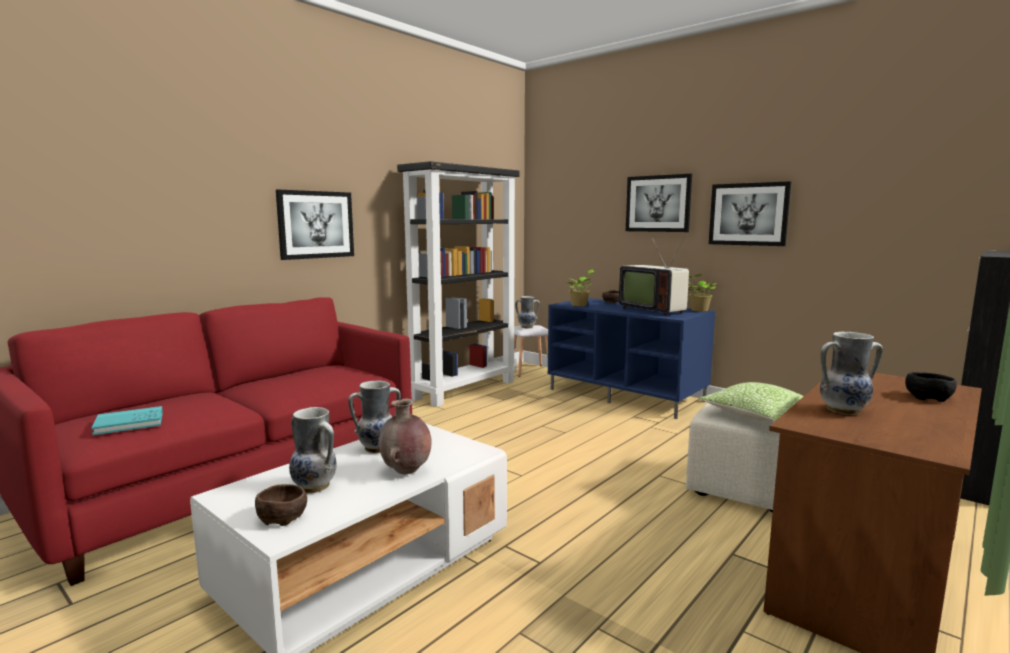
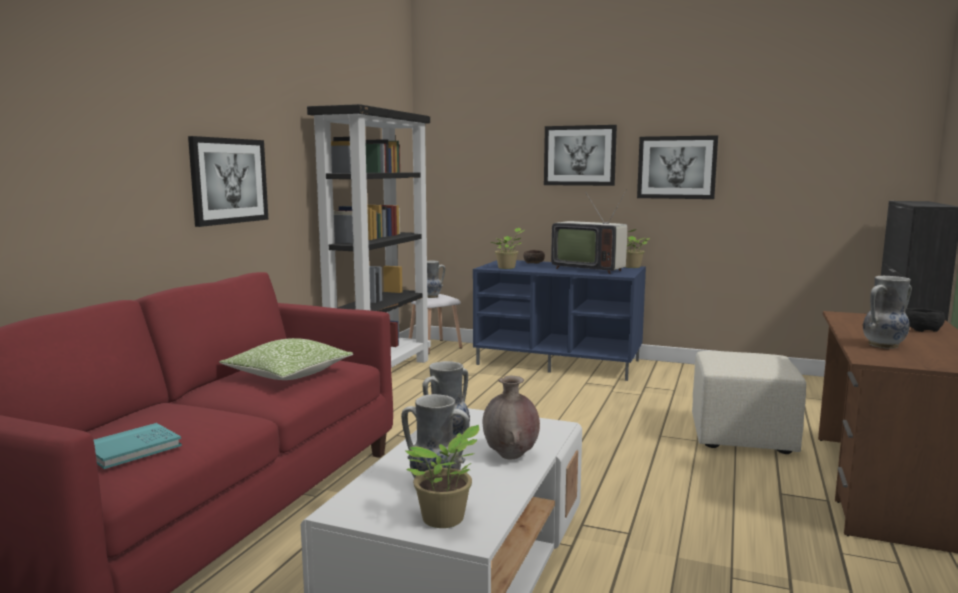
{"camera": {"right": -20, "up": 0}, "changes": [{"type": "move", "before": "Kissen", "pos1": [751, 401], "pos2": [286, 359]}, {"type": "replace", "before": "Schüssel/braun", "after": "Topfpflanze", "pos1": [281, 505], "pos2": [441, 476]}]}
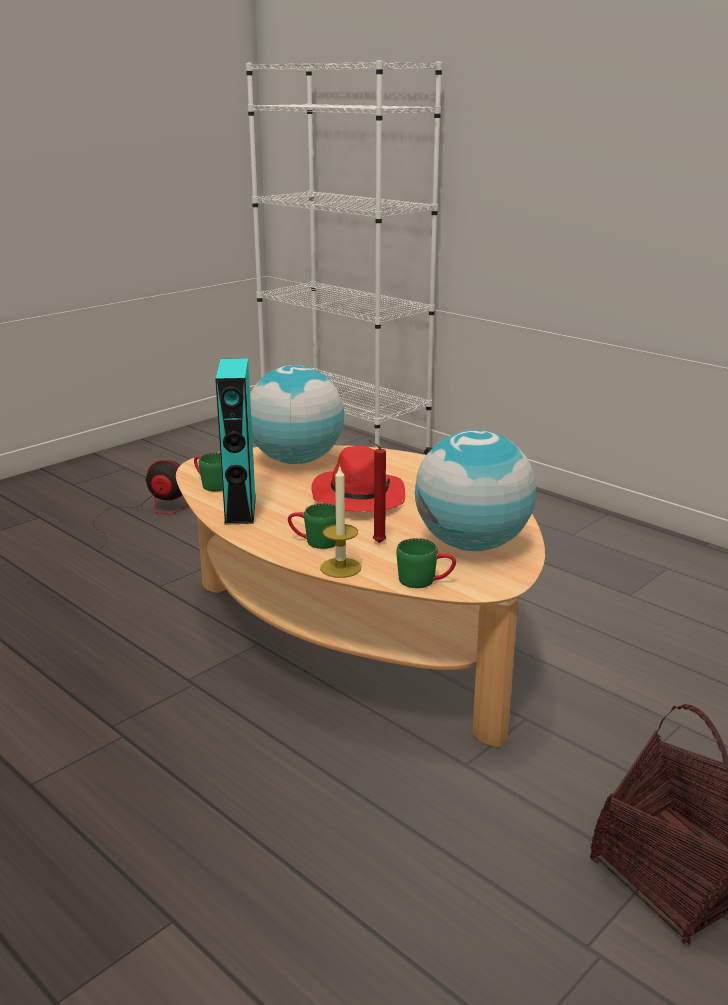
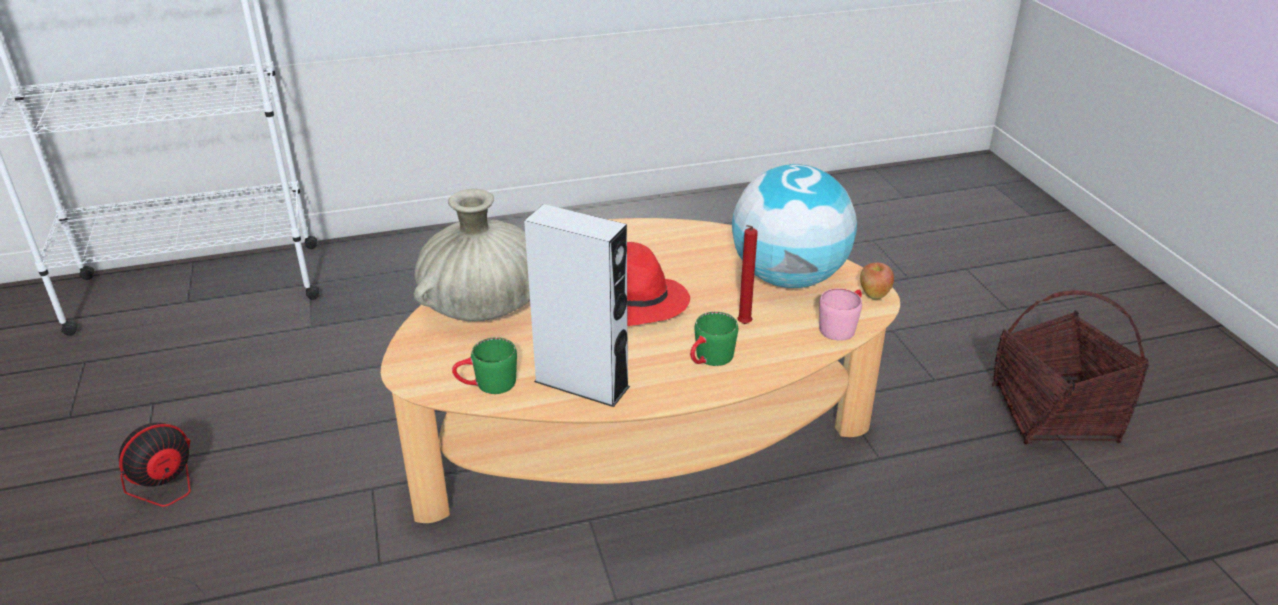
{"camera": {"right": -60, "up": 10}, "changes": [{"type": "recolor", "before": "Lautsprecher/türkis", "after": "Lautsprecher/grau", "pos1": [235, 441], "pos2": [577, 305]}, {"type": "replace", "before": "Globus", "after": "Vase/beige", "pos1": [297, 414], "pos2": [472, 255]}, {"type": "delete", "before": "Kerze", "pos1": [340, 521]}, {"type": "recolor", "before": "Henkelbecher/grün", "after": "Henkelbecher/rosa", "pos1": [426, 563], "pos2": [840, 314]}, {"type": "insert", "after": "Apfel", "pos2": [877, 280]}]}
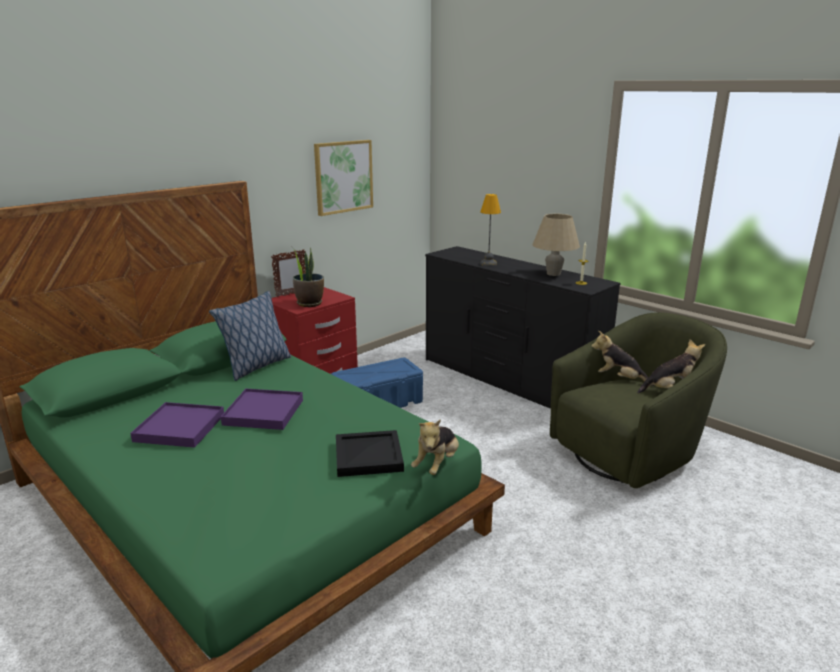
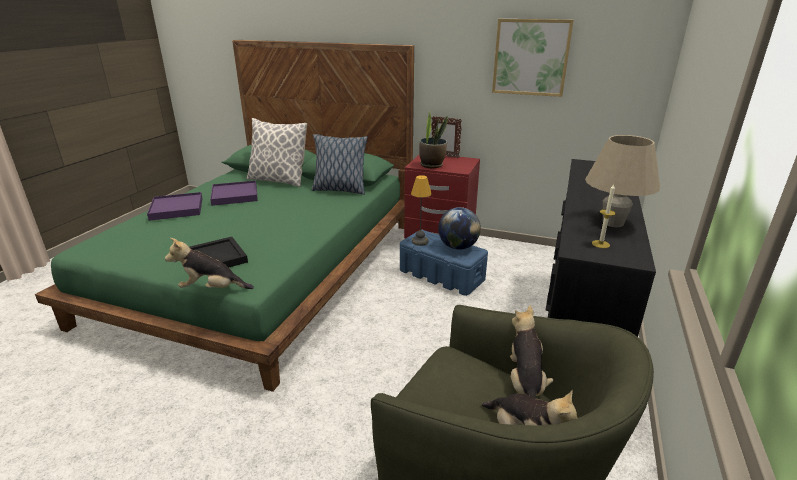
{"camera": {"right": 65, "up": 5}, "changes": [{"type": "move", "before": "Tischlampe", "pos1": [490, 230], "pos2": [421, 210]}, {"type": "move", "before": "Tablett/lila", "pos1": [262, 409], "pos2": [175, 206]}, {"type": "insert", "after": "Kissen", "pos2": [277, 152]}, {"type": "insert", "after": "Globus", "pos2": [459, 228]}]}
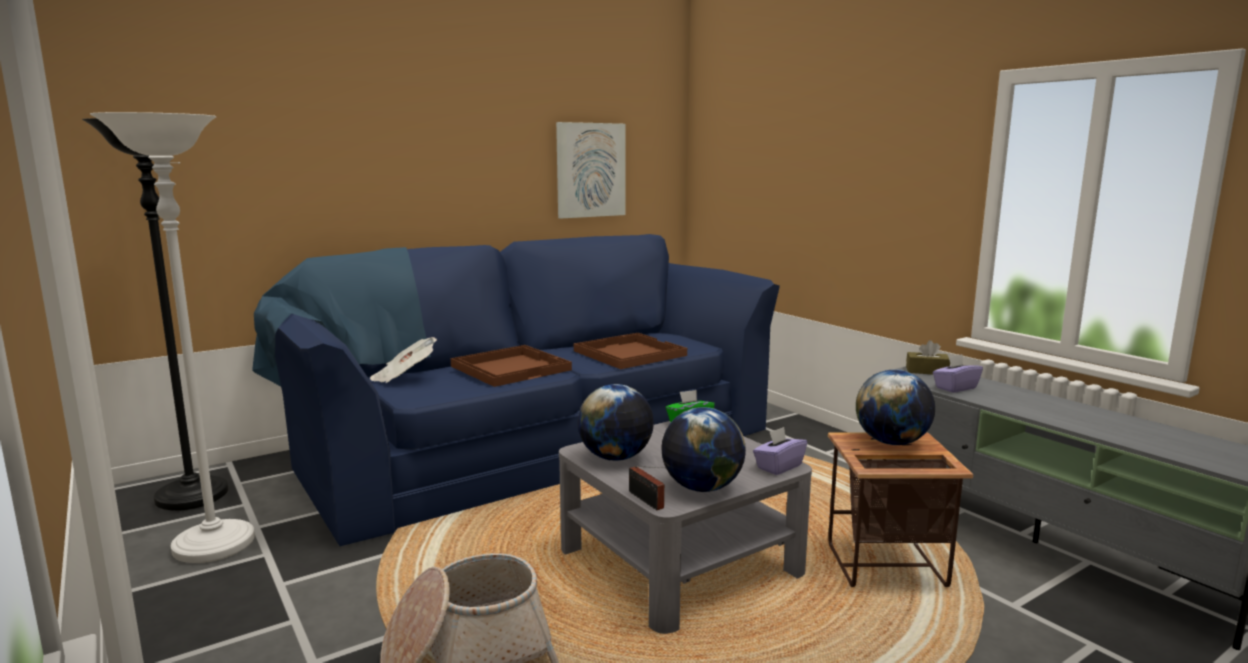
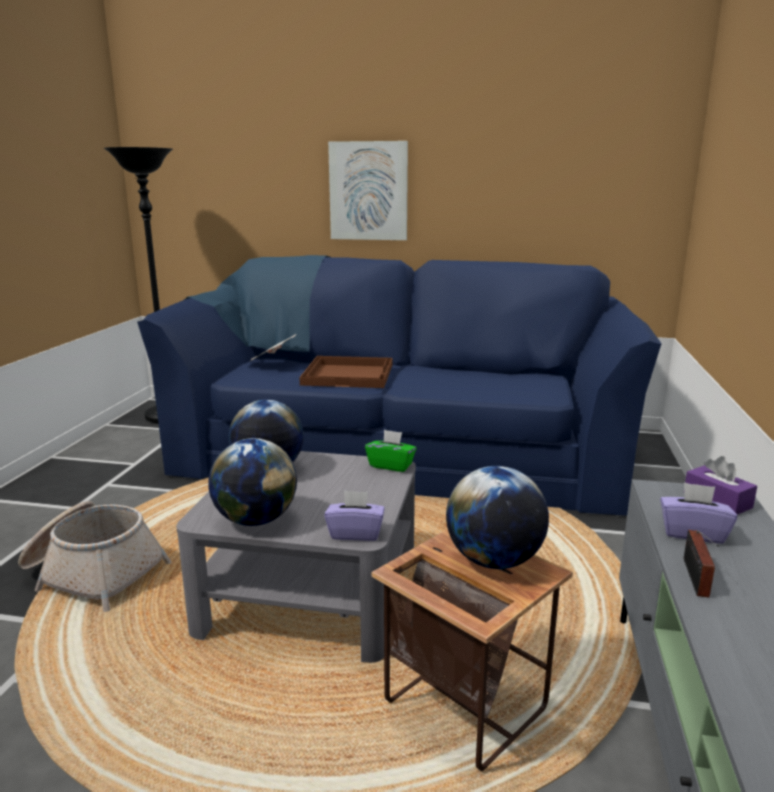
{"camera": {"right": 45, "up": 5}, "changes": [{"type": "delete", "before": "Stehlampe/weiß", "pos1": [172, 337]}, {"type": "move", "before": "Bild", "pos1": [590, 170], "pos2": [368, 190]}, {"type": "delete", "before": "Tablett/braun", "pos1": [630, 351]}, {"type": "recolor", "before": "Taschentuchbox/braun", "after": "Taschentuchbox/lila", "pos1": [928, 357], "pos2": [721, 485]}, {"type": "move", "before": "Radio", "pos1": [648, 488], "pos2": [701, 563]}]}
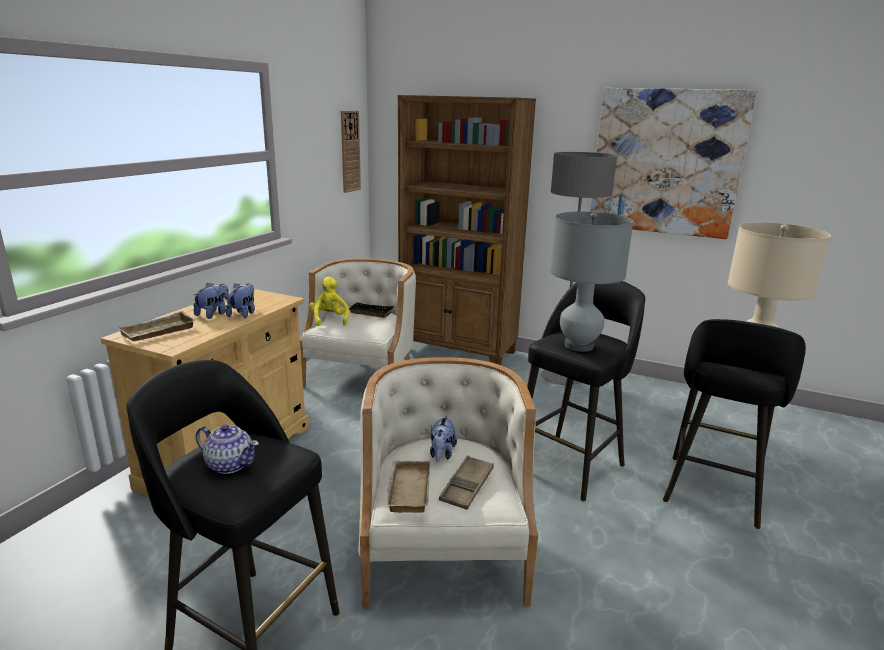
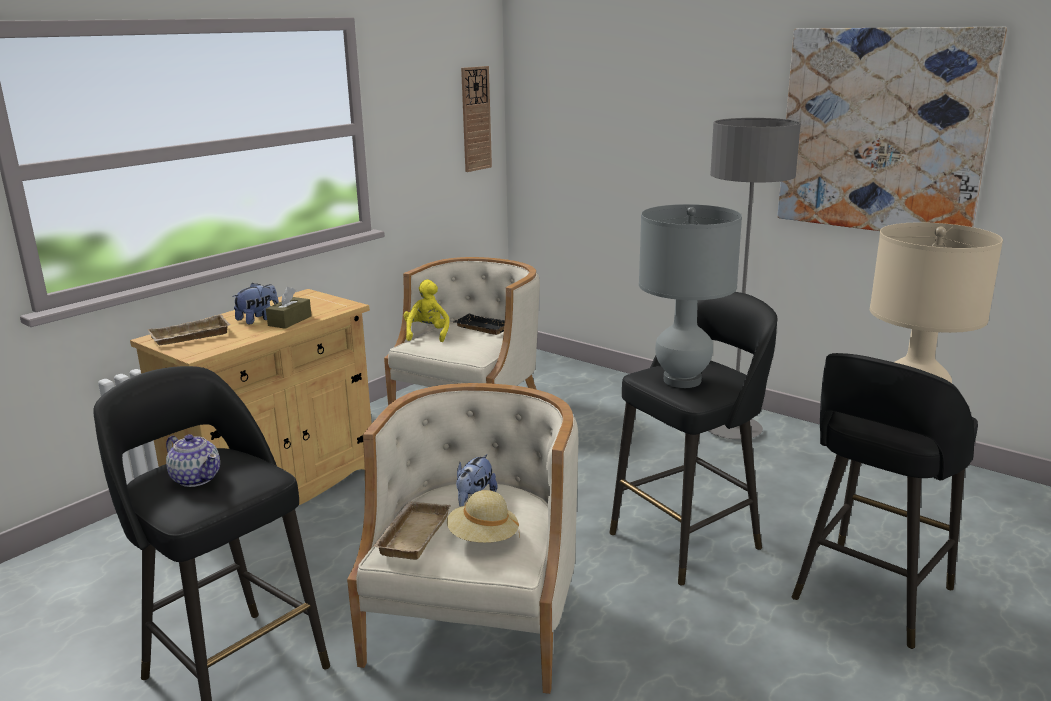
{"camera": {"right": 15, "up": 0}, "changes": [{"type": "delete", "before": "Bücherregal/braun", "pos1": [467, 230]}, {"type": "replace", "before": "Plüschtier", "after": "Taschentuchbox/braun", "pos1": [240, 301], "pos2": [289, 308]}, {"type": "replace", "before": "Tablett/braun", "after": "Hut/beige", "pos1": [466, 483], "pos2": [483, 516]}]}
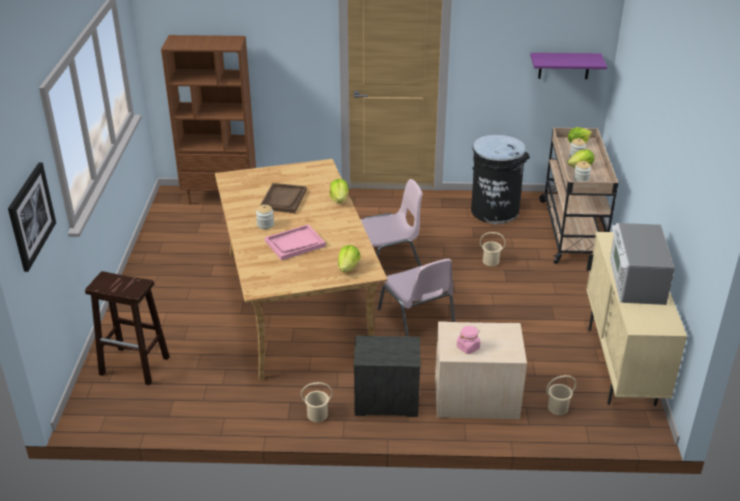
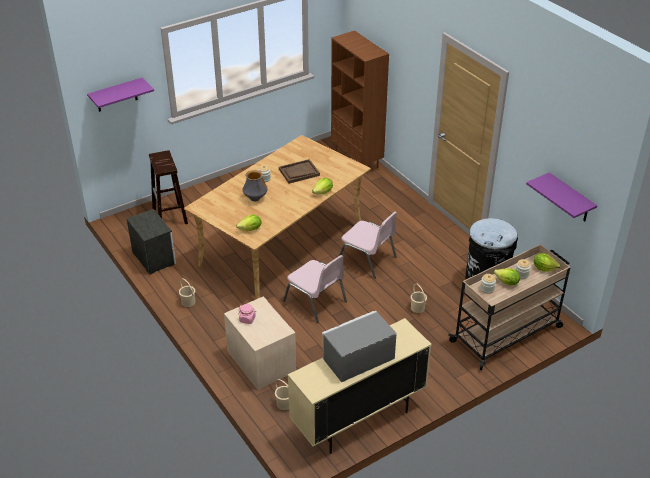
{"camera": {"right": 55, "up": 5}, "changes": [{"type": "replace", "before": "Bild", "after": "Wandregal/lila", "pos1": [32, 217], "pos2": [120, 95]}, {"type": "replace", "before": "Tablett/rosa", "after": "Vase", "pos1": [295, 243], "pos2": [255, 185]}, {"type": "rotate", "before": "Stuhl/rosa", "pos1": [416, 298], "pos2": [315, 289], "turn": -75}, {"type": "move", "before": "Nachttisch", "pos1": [387, 376], "pos2": [151, 242]}]}
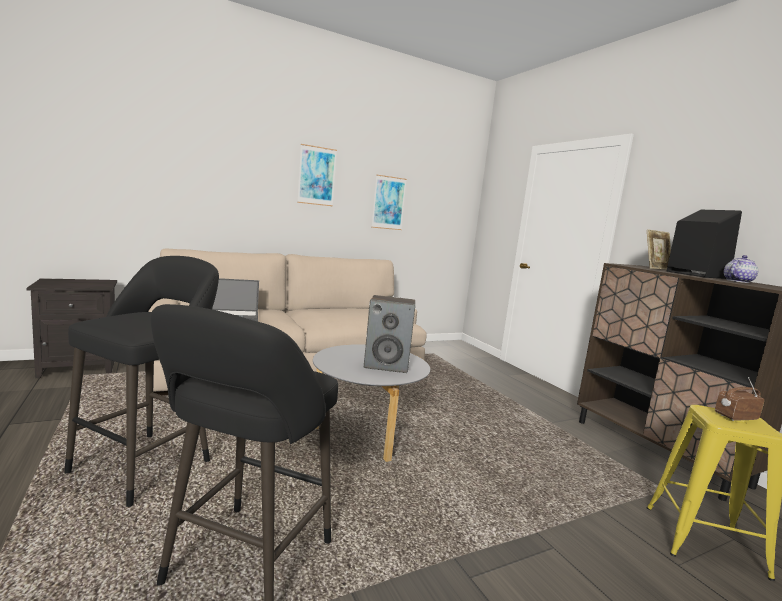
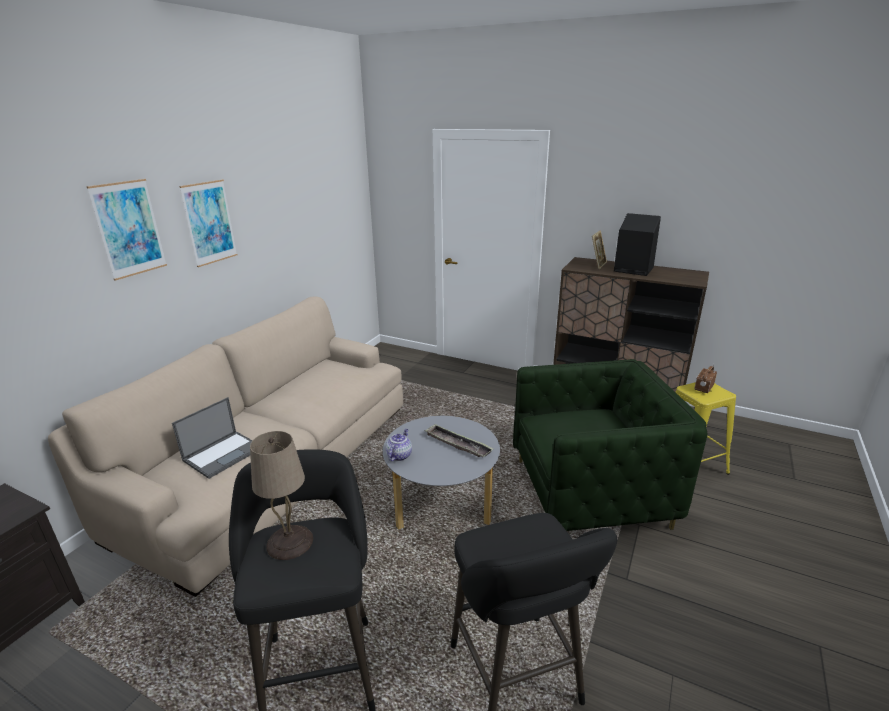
{"camera": {"right": -35, "up": 15}, "changes": [{"type": "move", "before": "Bild", "pos1": [389, 202], "pos2": [126, 230]}, {"type": "move", "before": "Teekanne", "pos1": [741, 269], "pos2": [399, 445]}, {"type": "replace", "before": "Lautsprecher", "after": "Tablett", "pos1": [389, 334], "pos2": [459, 440]}, {"type": "insert", "after": "Sessel/grün", "pos2": [610, 445]}, {"type": "insert", "after": "Tischlampe/beige", "pos2": [281, 495]}]}
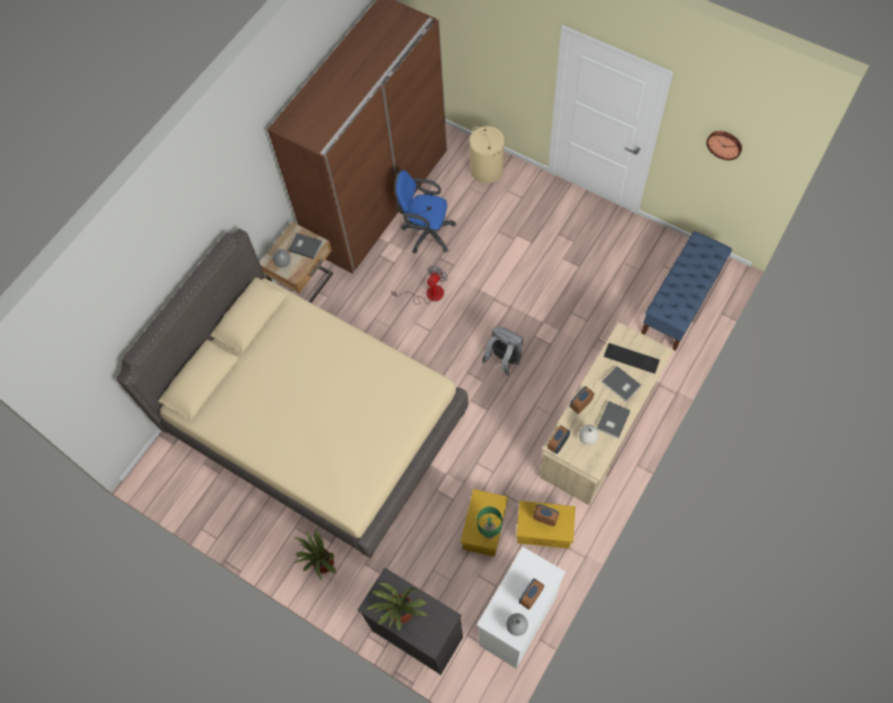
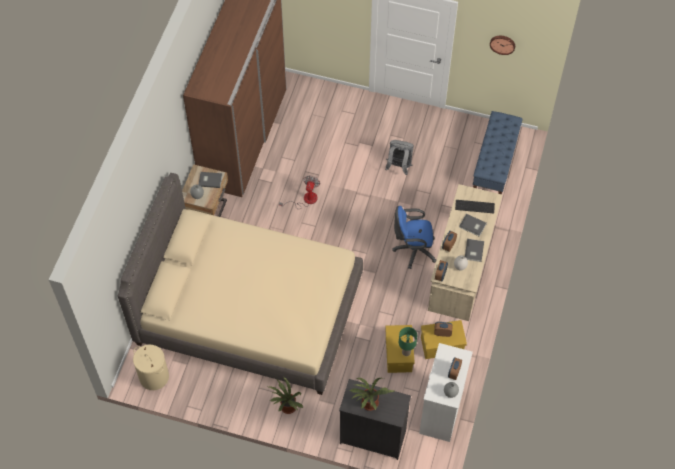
{"camera": {"right": -20, "up": -5}, "changes": [{"type": "move", "before": "Wäschekorb/beige", "pos1": [486, 154], "pos2": [151, 367]}, {"type": "move", "before": "Bürostuhl/blau", "pos1": [425, 212], "pos2": [414, 237]}, {"type": "move", "before": "Rucksack/grau", "pos1": [502, 351], "pos2": [399, 157]}]}
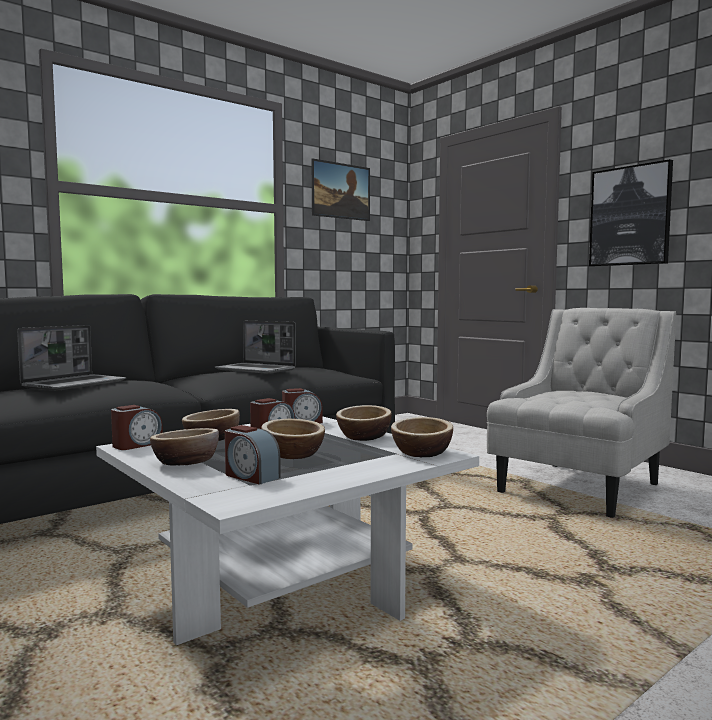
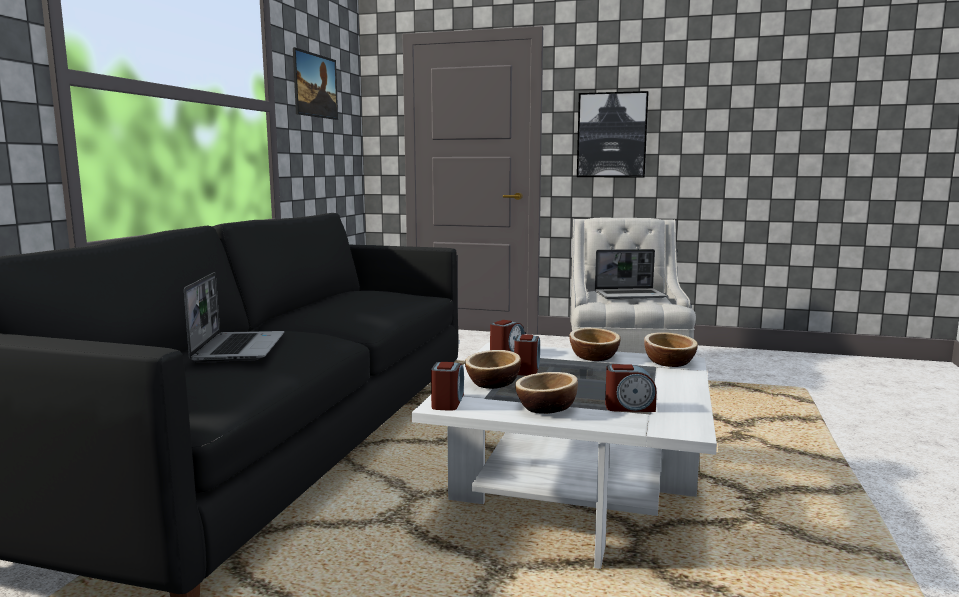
{"camera": {"right": -35, "up": 5}, "changes": [{"type": "move", "before": "Laptop", "pos1": [255, 347], "pos2": [631, 274]}, {"type": "delete", "before": "Schüssel", "pos1": [293, 439]}]}
